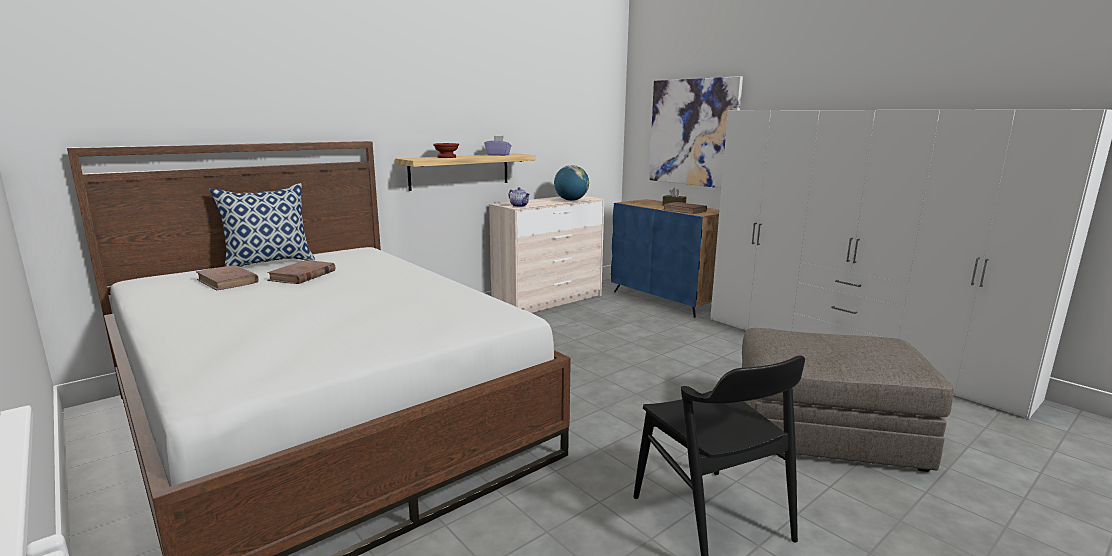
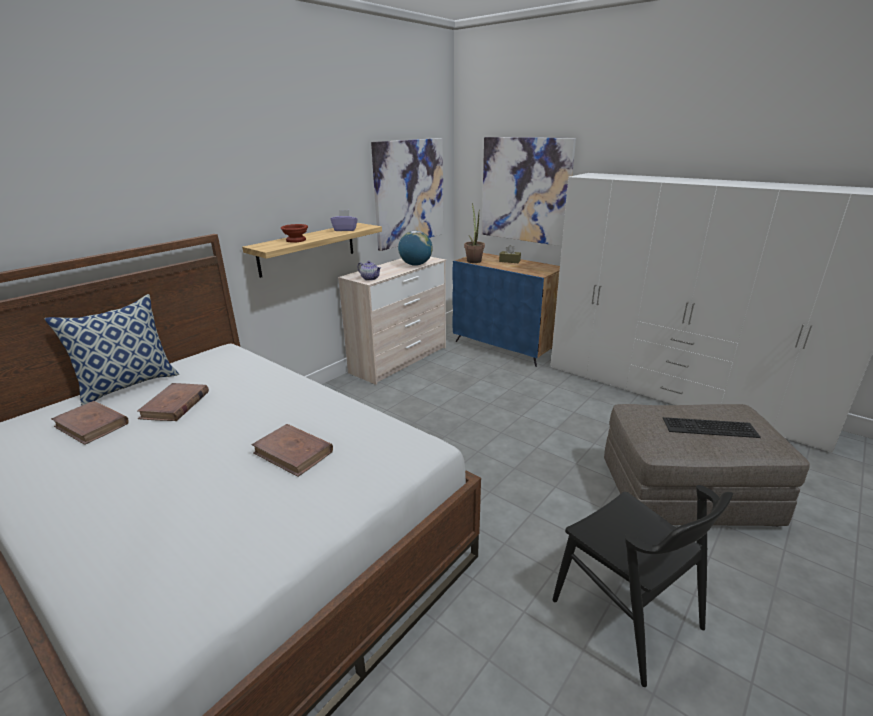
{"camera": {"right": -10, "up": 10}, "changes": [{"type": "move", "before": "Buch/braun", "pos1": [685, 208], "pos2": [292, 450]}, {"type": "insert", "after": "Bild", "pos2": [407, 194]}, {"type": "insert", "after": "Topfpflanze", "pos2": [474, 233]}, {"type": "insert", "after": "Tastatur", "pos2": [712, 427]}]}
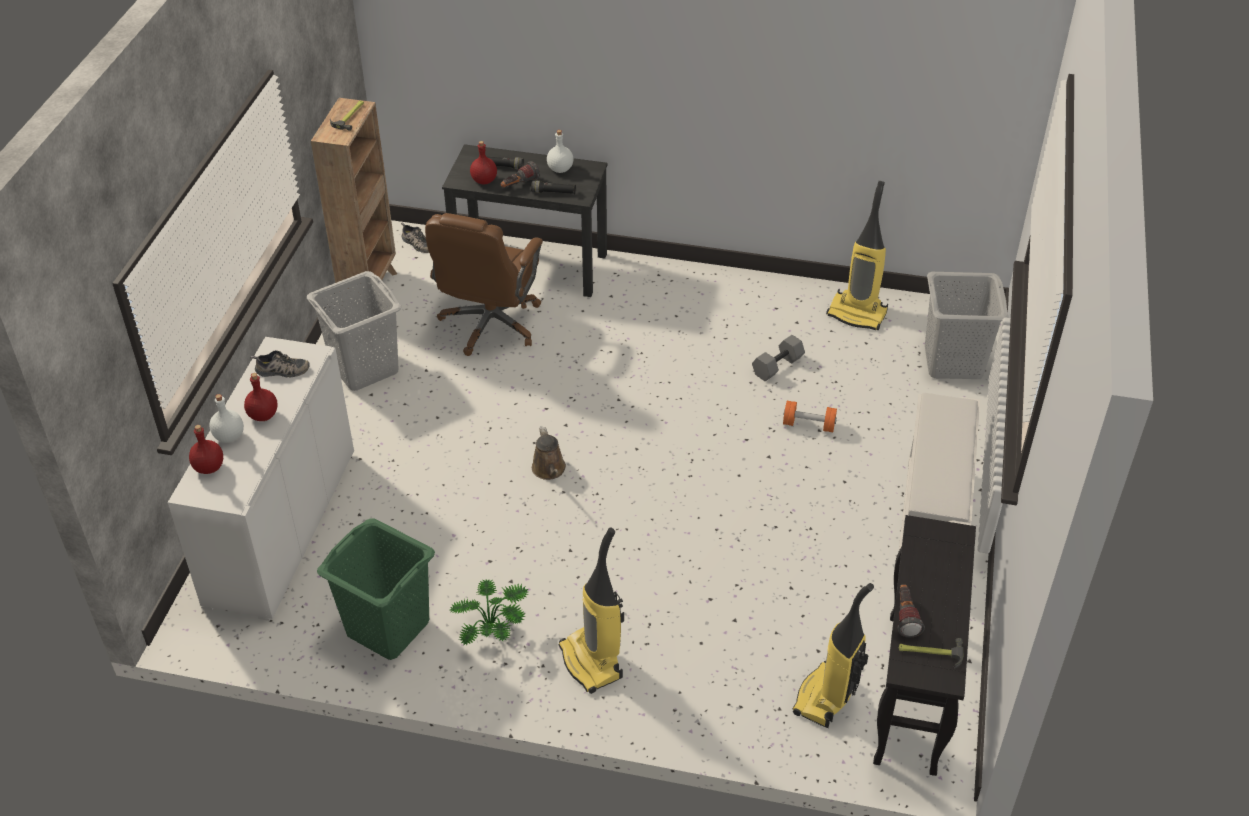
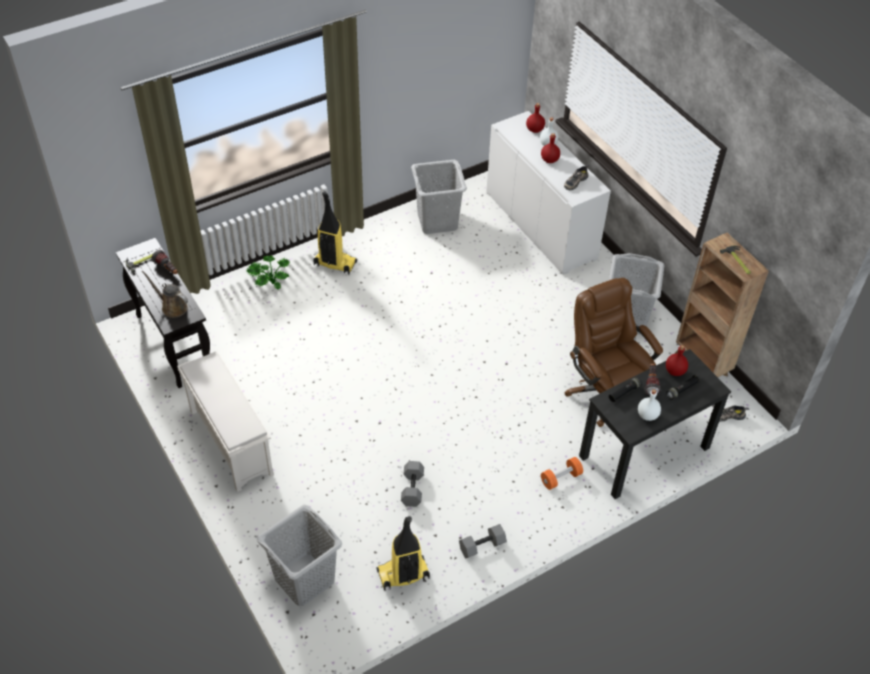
{"camera": {"right": 135, "up": 5}, "changes": [{"type": "move", "before": "Hantel/orange", "pos1": [810, 416], "pos2": [562, 473]}, {"type": "move", "before": "Gießkanne/braun", "pos1": [549, 453], "pos2": [165, 294]}, {"type": "recolor", "before": "Wäschekorb/grün", "after": "Wäschekorb/grau", "pos1": [376, 589], "pos2": [439, 197]}, {"type": "move", "before": "Topfpflanze", "pos1": [489, 612], "pos2": [267, 272]}, {"type": "delete", "before": "Staubsauger", "pos1": [833, 655]}, {"type": "insert", "after": "Hantel/grau", "pos2": [483, 541]}]}
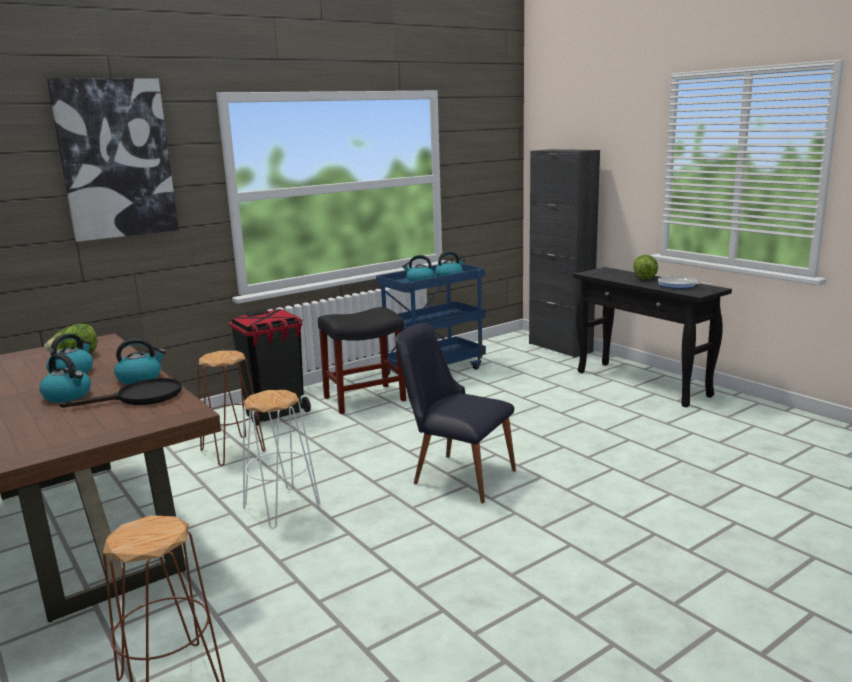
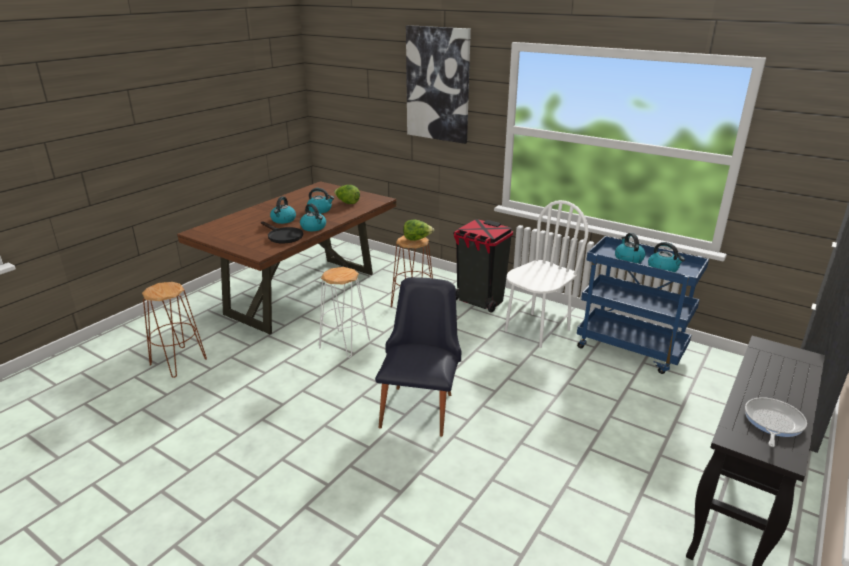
{"camera": {"right": 70, "up": 10}, "changes": [{"type": "move", "before": "Salatkopf", "pos1": [645, 267], "pos2": [418, 230]}, {"type": "replace", "before": "Hocker/schwarz", "after": "Stuhl/weiß", "pos1": [362, 360], "pos2": [547, 274]}]}
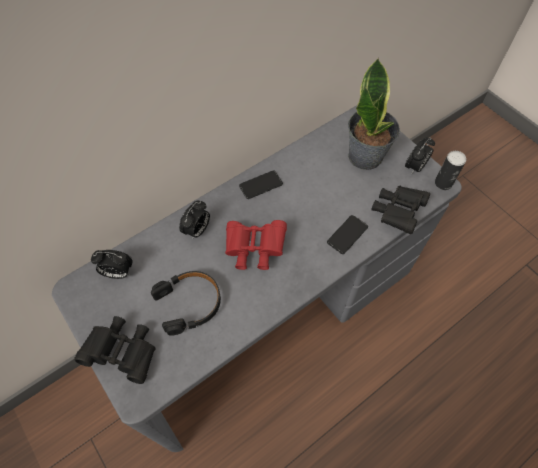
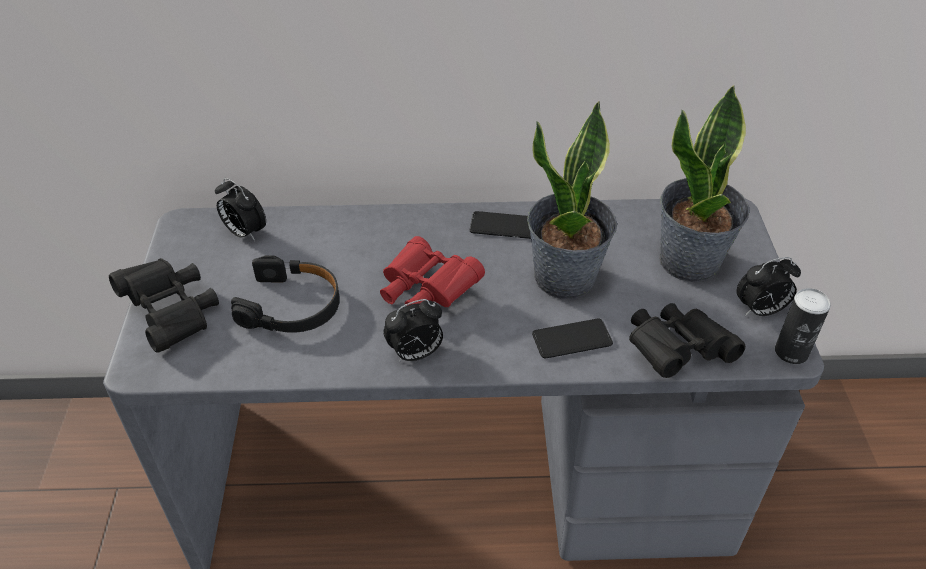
{"camera": {"right": 35, "up": -15}, "changes": [{"type": "move", "before": "Wecker", "pos1": [194, 220], "pos2": [413, 330]}, {"type": "insert", "after": "Topfpflanze", "pos2": [572, 200]}]}
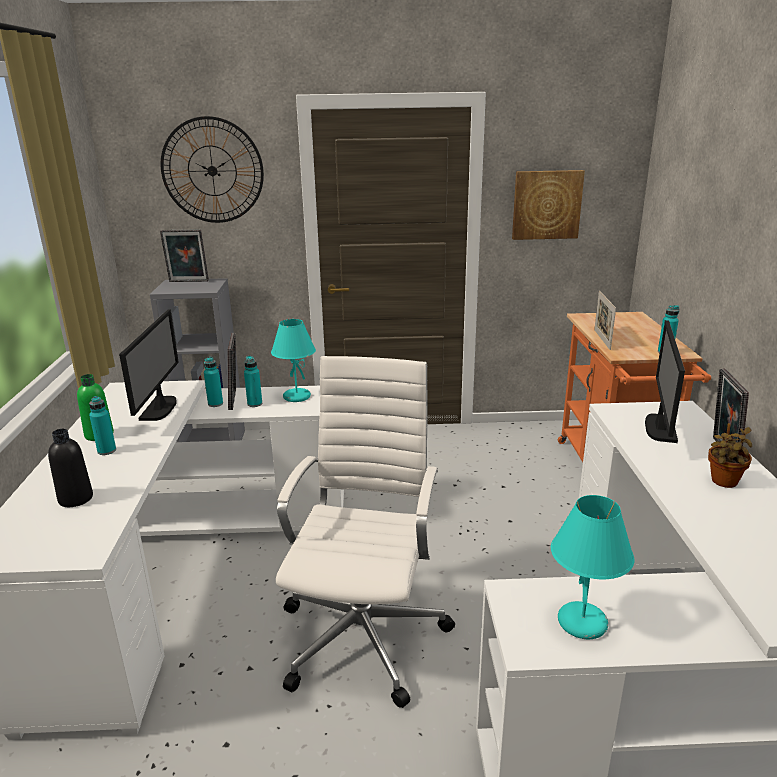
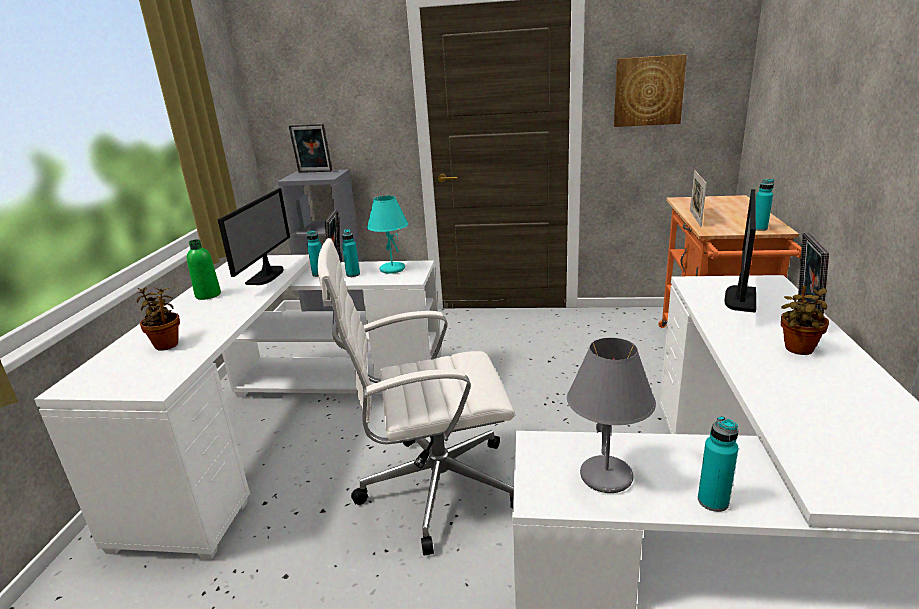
{"camera": {"right": 10, "up": 0}, "changes": [{"type": "delete", "before": "Wanduhr", "pos1": [212, 169]}, {"type": "rotate", "before": "Bürostuhl/weiß", "pos1": [365, 532], "pos2": [416, 397], "turn": -120}, {"type": "move", "before": "Flasche/türkis", "pos1": [102, 425], "pos2": [718, 464]}, {"type": "replace", "before": "Flasche/schwarz", "after": "Topfpflanze", "pos1": [70, 468], "pos2": [158, 319]}, {"type": "recolor", "before": "Tischlampe/türkis", "after": "Tischlampe/grau", "pos1": [592, 567], "pos2": [611, 415]}]}
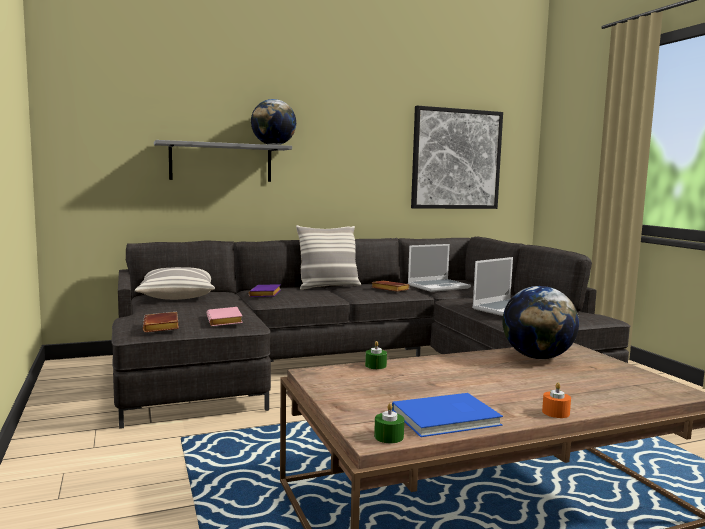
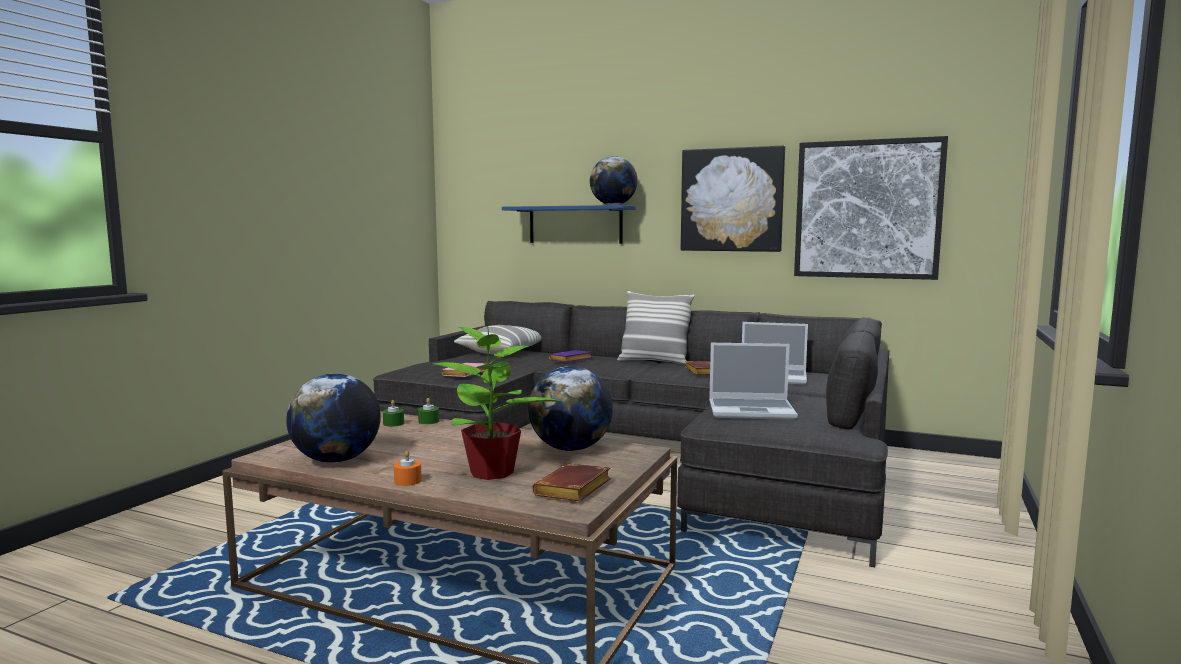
{"camera": {"right": 45, "up": 0}, "changes": [{"type": "recolor", "before": "Wandregal/grau", "after": "Wandregal/blau", "pos1": [223, 161], "pos2": [569, 224]}, {"type": "move", "before": "Buch/braun", "pos1": [161, 322], "pos2": [571, 482]}, {"type": "replace", "before": "Buch/blau", "after": "Globus", "pos1": [447, 415], "pos2": [333, 418]}, {"type": "move", "before": "Kerze/grün", "pos1": [389, 423], "pos2": [393, 413]}, {"type": "insert", "after": "Bild", "pos2": [733, 198]}, {"type": "insert", "after": "Topfpflanze", "pos2": [497, 400]}]}
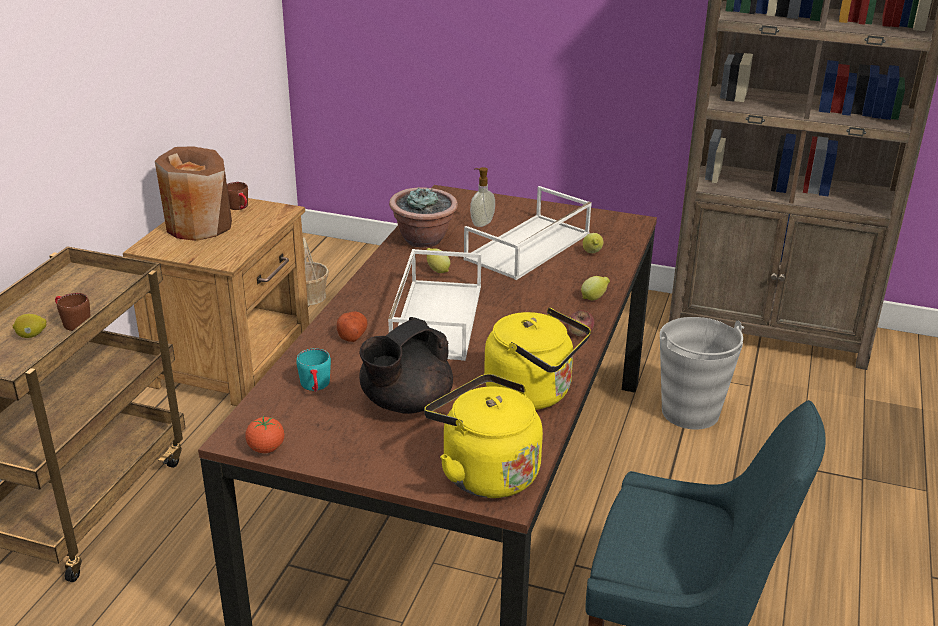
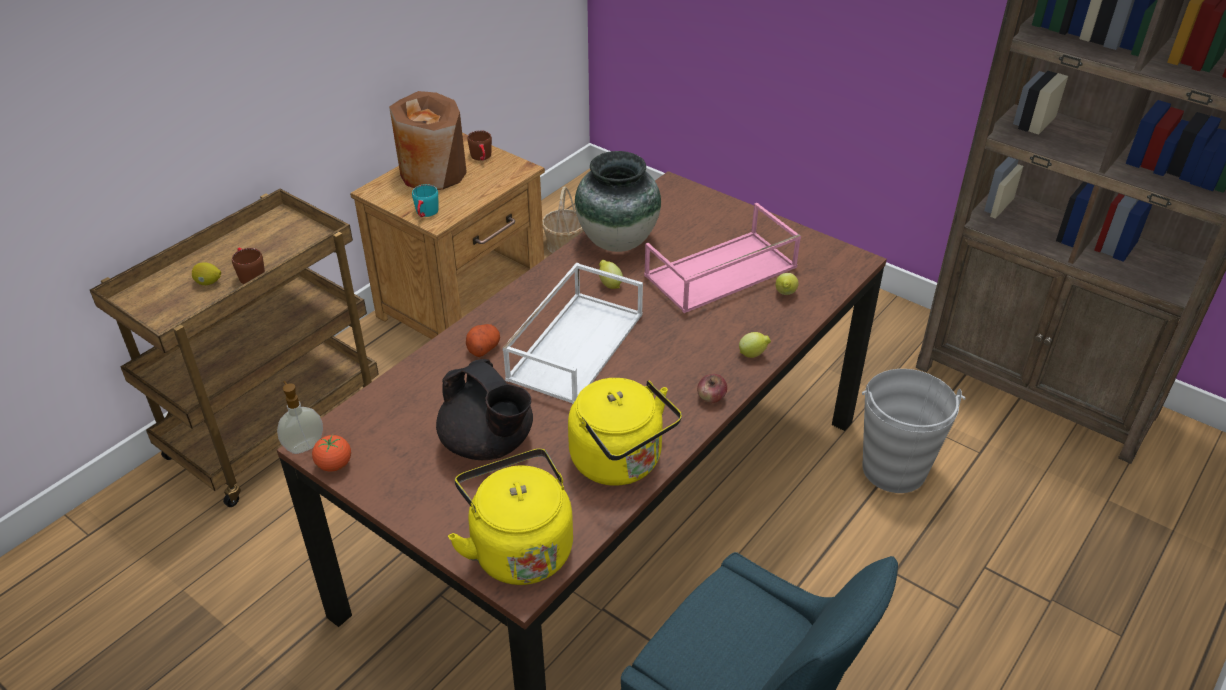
{"camera": {"right": 20, "up": 10}, "changes": [{"type": "move", "before": "Seifenspender", "pos1": [482, 197], "pos2": [300, 417]}, {"type": "recolor", "before": "Tablett/weiß", "after": "Tablett/rosa", "pos1": [528, 233], "pos2": [722, 258]}, {"type": "replace", "before": "Topfpflanze", "after": "Vase", "pos1": [423, 217], "pos2": [618, 201]}, {"type": "rotate", "before": "Teekanne/schwarz", "pos1": [406, 365], "pos2": [484, 409], "turn": -105}, {"type": "move", "before": "Henkelbecher/türkis", "pos1": [313, 370], "pos2": [425, 200]}]}
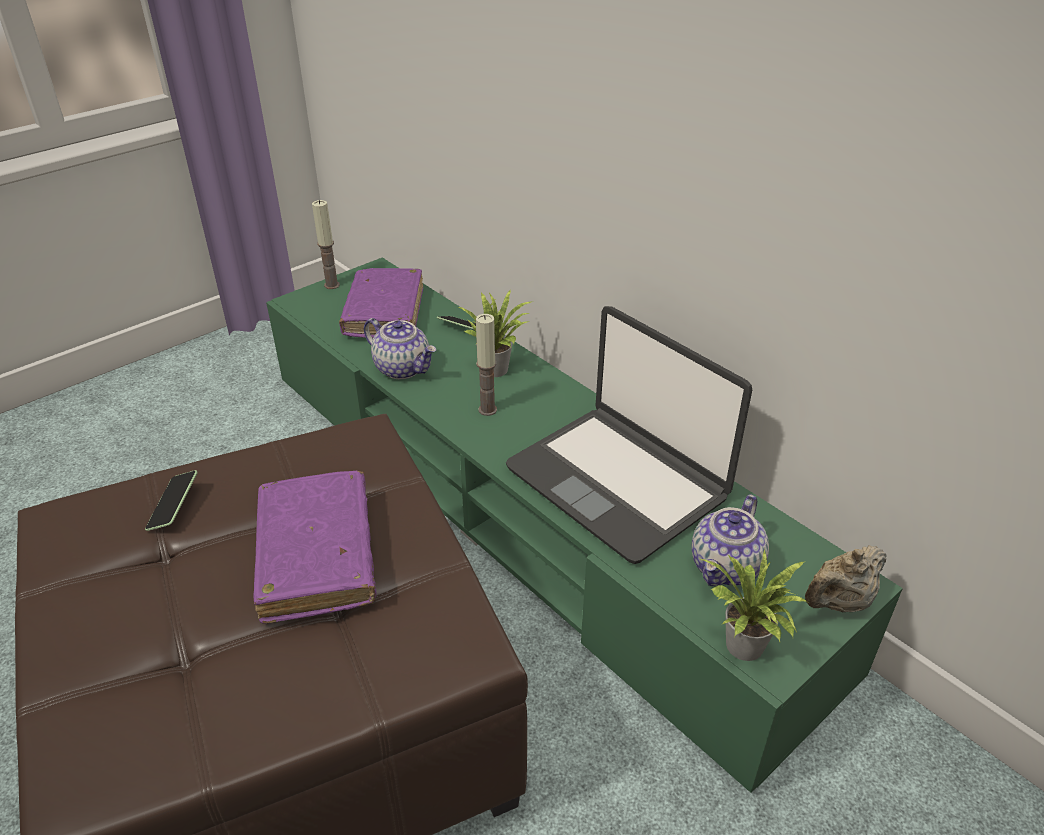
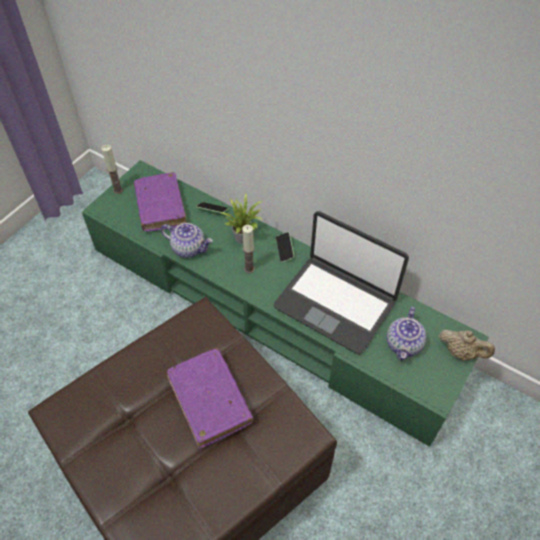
{"camera": {"right": -15, "up": 15}, "changes": [{"type": "move", "before": "Handy", "pos1": [171, 500], "pos2": [285, 247]}, {"type": "rotate", "before": "Teekanne/beige", "pos1": [846, 578], "pos2": [467, 345], "turn": -105}, {"type": "delete", "before": "Topfpflanze", "pos1": [754, 605]}]}
